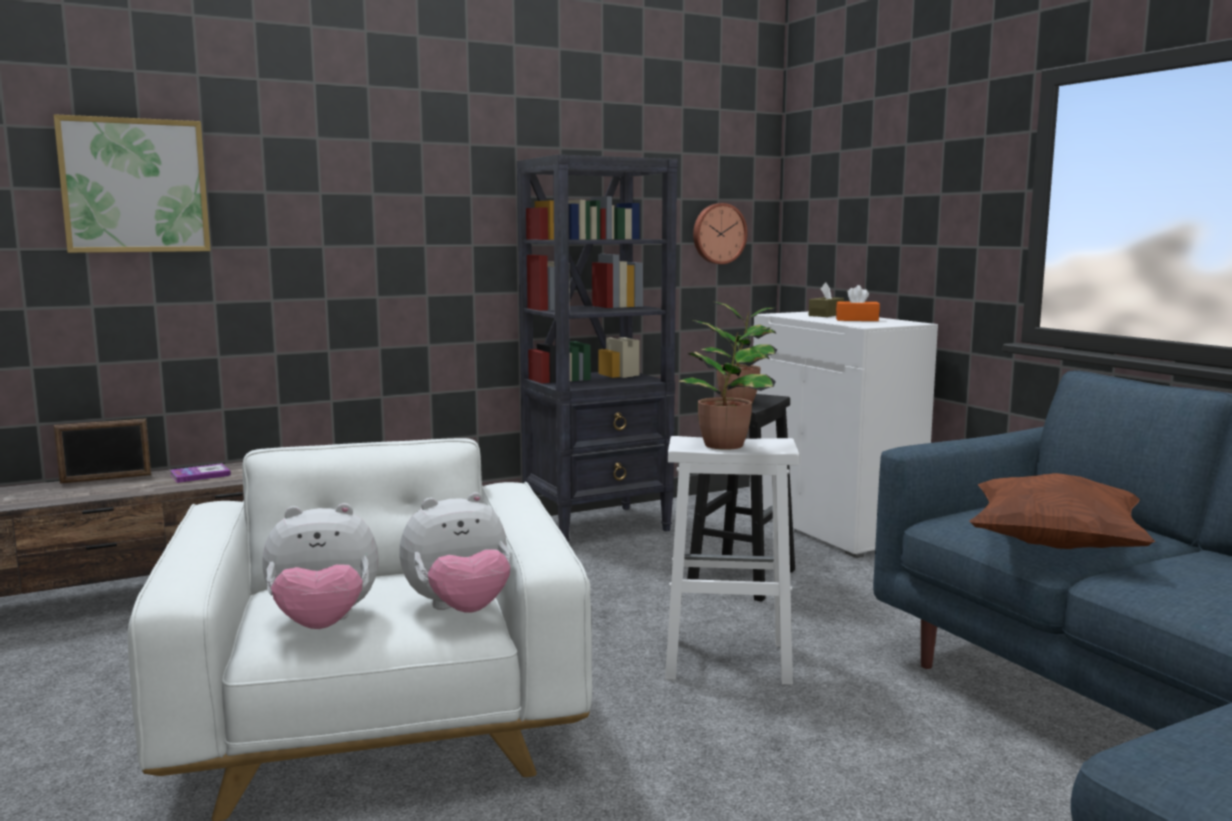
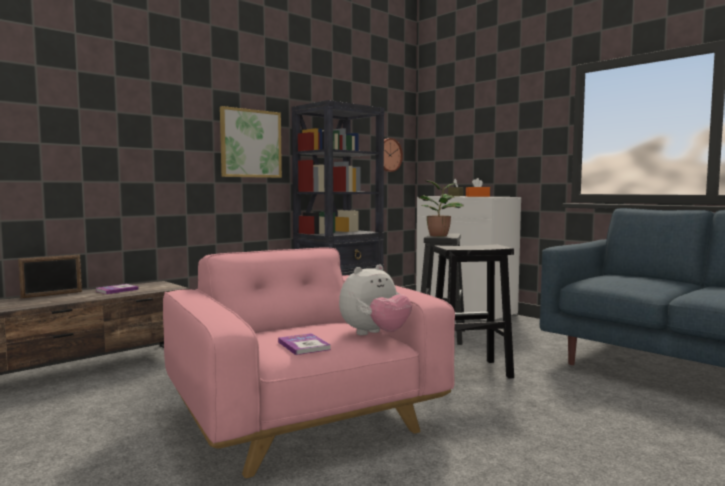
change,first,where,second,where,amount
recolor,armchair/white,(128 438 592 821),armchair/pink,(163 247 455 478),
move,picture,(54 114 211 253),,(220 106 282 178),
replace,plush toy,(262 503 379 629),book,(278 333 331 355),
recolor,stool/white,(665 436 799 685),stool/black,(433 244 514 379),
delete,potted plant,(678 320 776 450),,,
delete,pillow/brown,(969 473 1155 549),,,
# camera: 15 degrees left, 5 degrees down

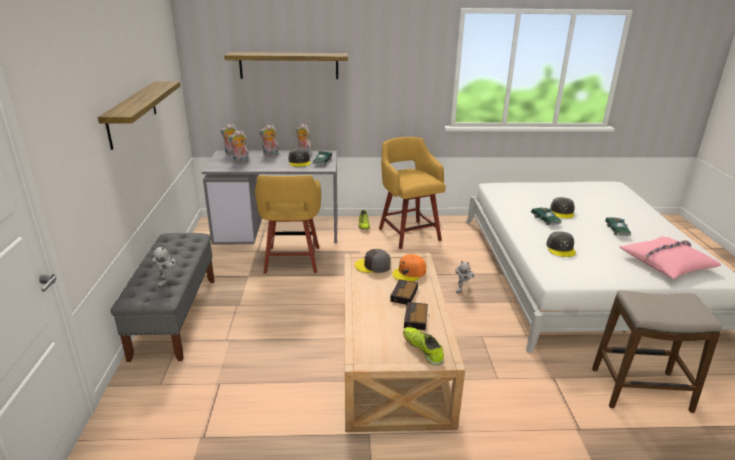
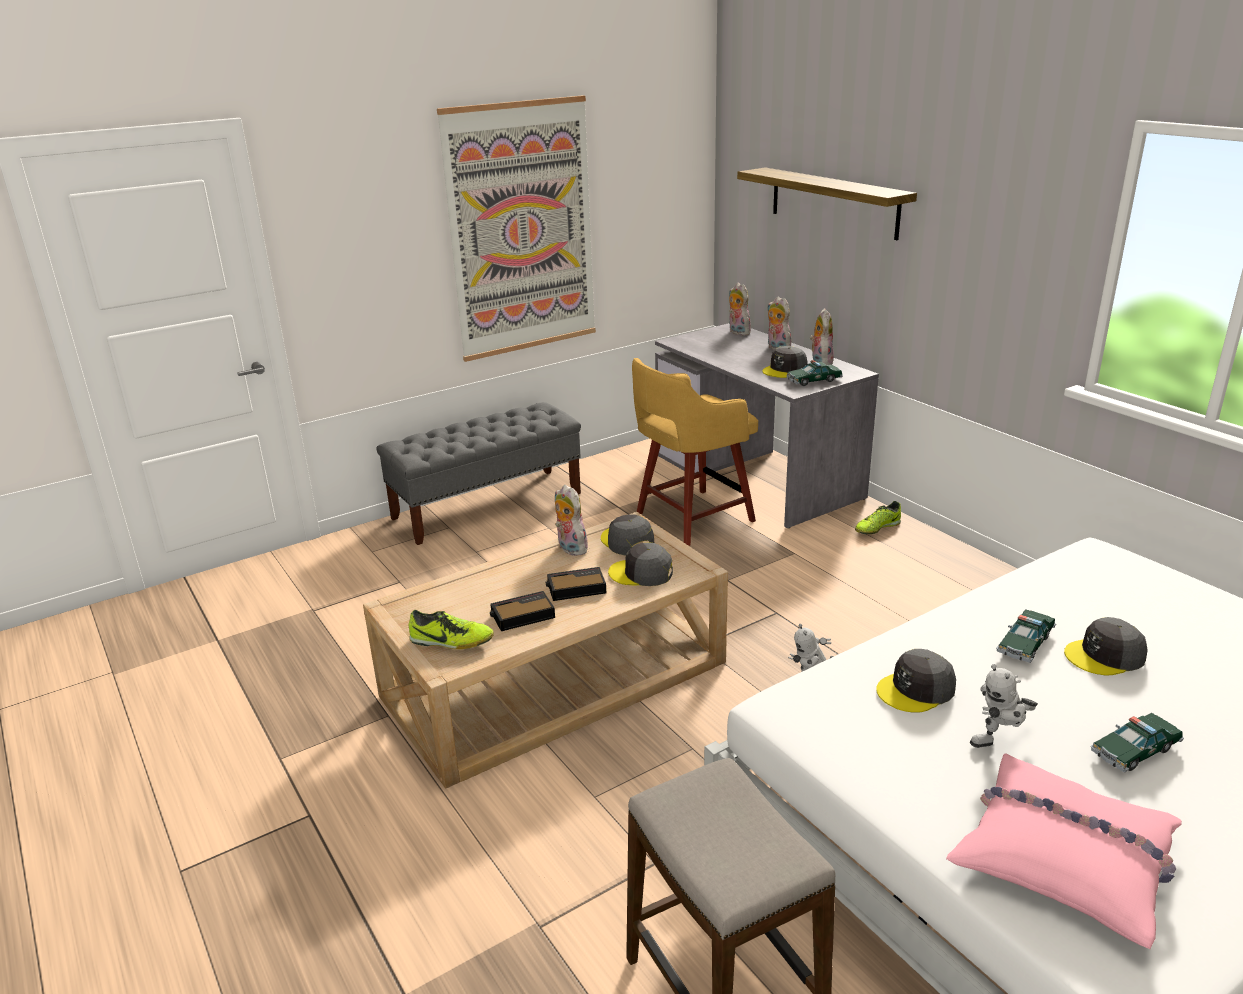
change,first,where,second,where,amount
rotate,shoe,(403 327 444 365),,(409 610 494 649),75 degrees clockwise
replace,shelf,(98 81 180 150),picture,(437 95 596 362),
move,plush toy,(228 130 250 163),,(555 485 588 556),
recolor,cap/orange,(392 254 426 282),cap/grey,(608 542 673 586),
move,toy robot,(152 247 176 287),,(970 664 1038 748),
delete,stool/yellow,(379 137 446 249),,,
# camera: 60 degrees right, 0 degrees up

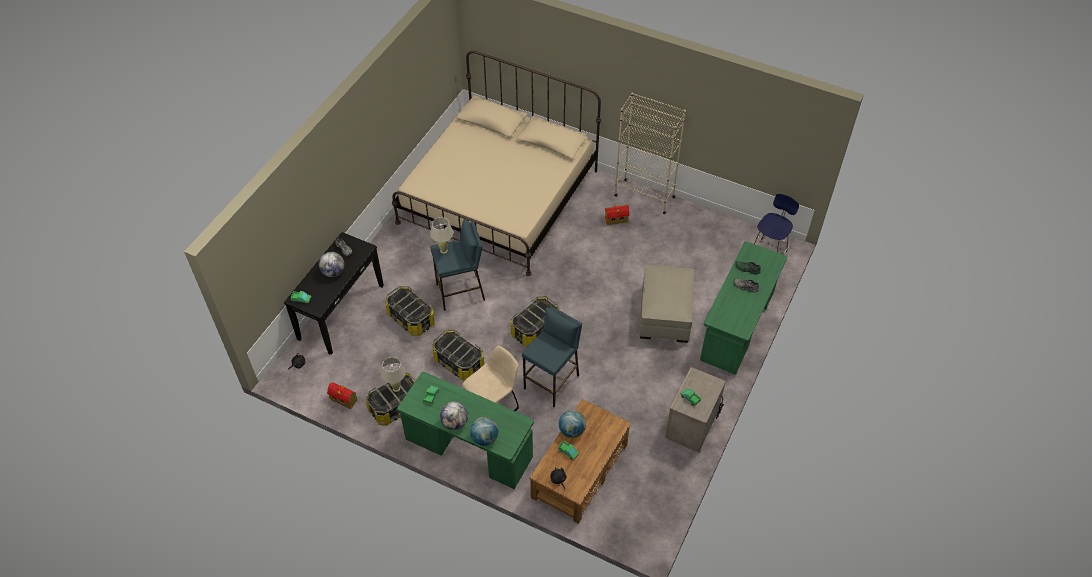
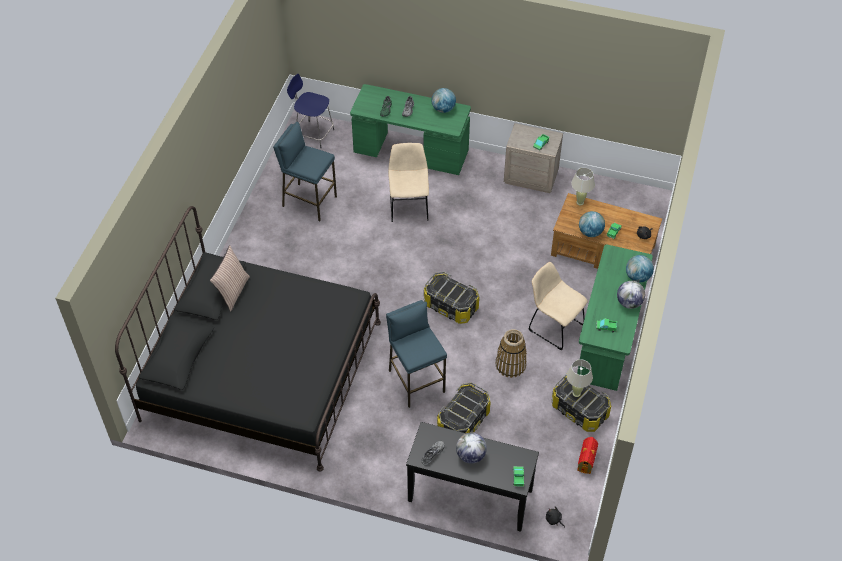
change,first,where,second,where,amount
recolor,bed/beige,(392 51 602 276),bed/black,(115 206 381 472),
insert,,,pillow,(210 245 250 312),
move,stool/blue,(522 306 582 407),,(273 122 337 221),
replace,ottoman/beige,(639 265 694 343),chair/beige,(388 143 429 222),
insert,,,globe,(431 88 456 113),
replace,storage box,(433 329 484 381),basket,(496 329 527 378),
move,table lamp/beige,(430 217 453 254),,(571 167 595 205),
delete,toy house,(605 205 629 225),,,
delete,bookcase/beige,(614 92 686 214),,,
# camera: 100 degrees left, 0 degrees up

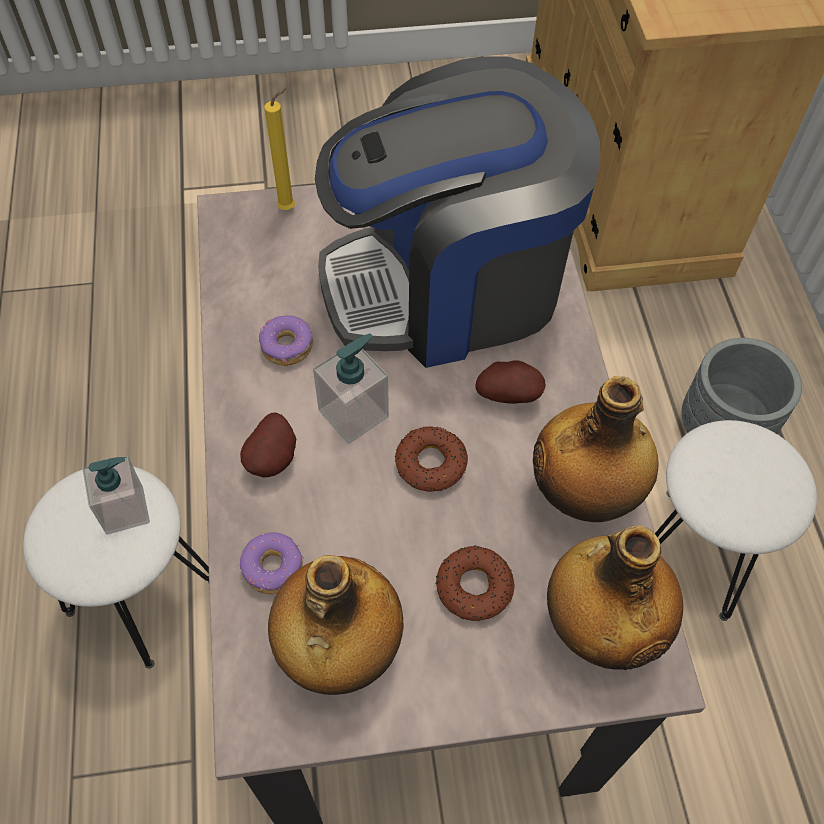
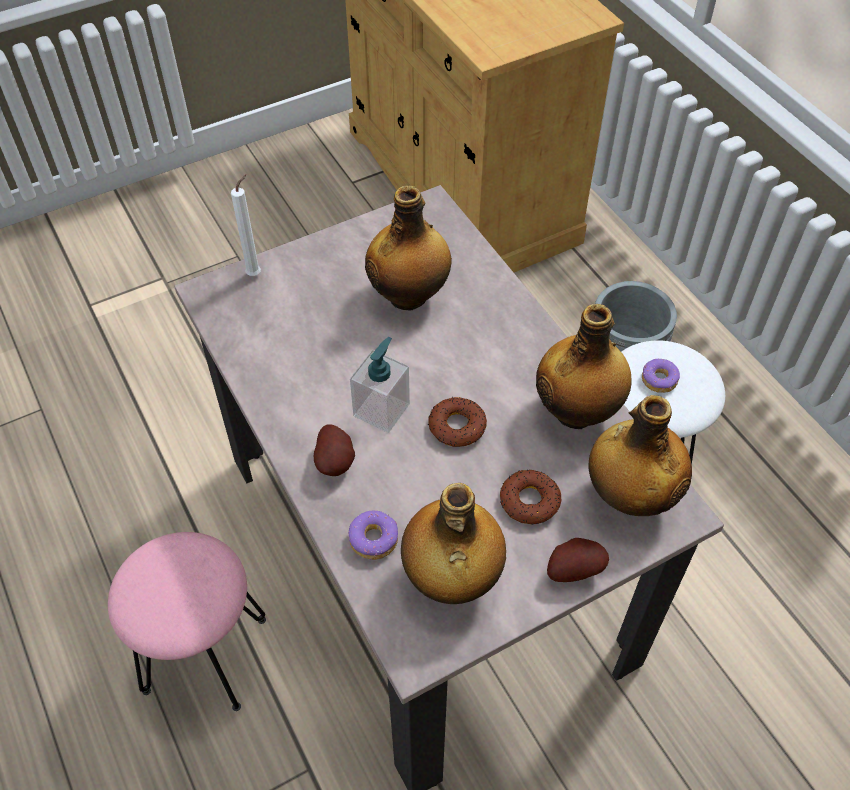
change,first,where,second,where,amount
recolor,stool/white,(23 466 209 669),stool/pink,(108 532 266 711),
recolor,candle/yellow,(264 88 295 210),candle/white,(231 174 261 276),
replace,coffee machine,(315 56 600 368),bottle,(365 186 452 310),
move,potato,(475 360 546 404),,(547 538 609 582),
move,donut,(258 315 313 366),,(642 359 680 393),
delete,soap dispenser,(83 456 150 535),,,
# camera: 20 degrees left, 5 degrees down

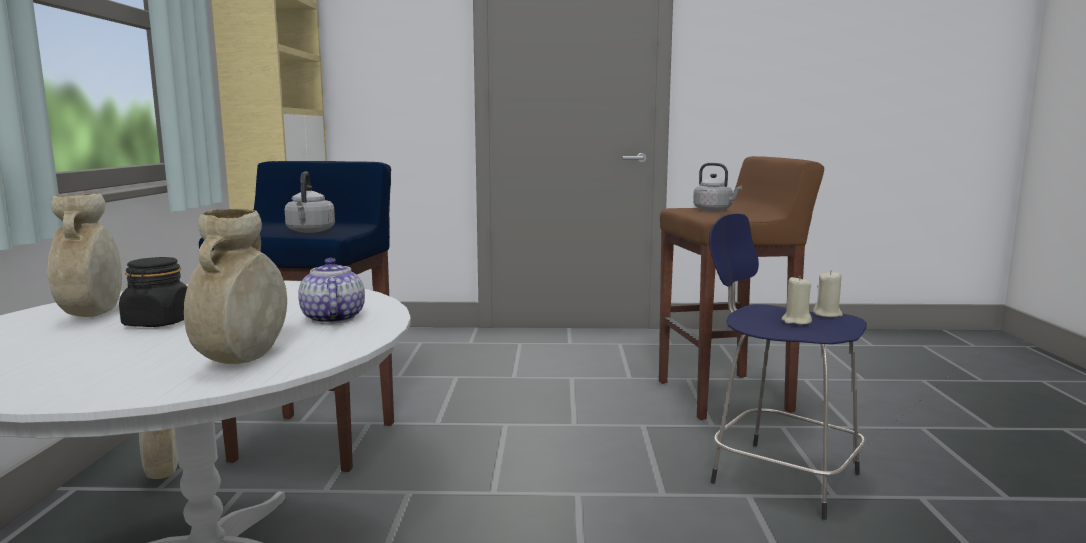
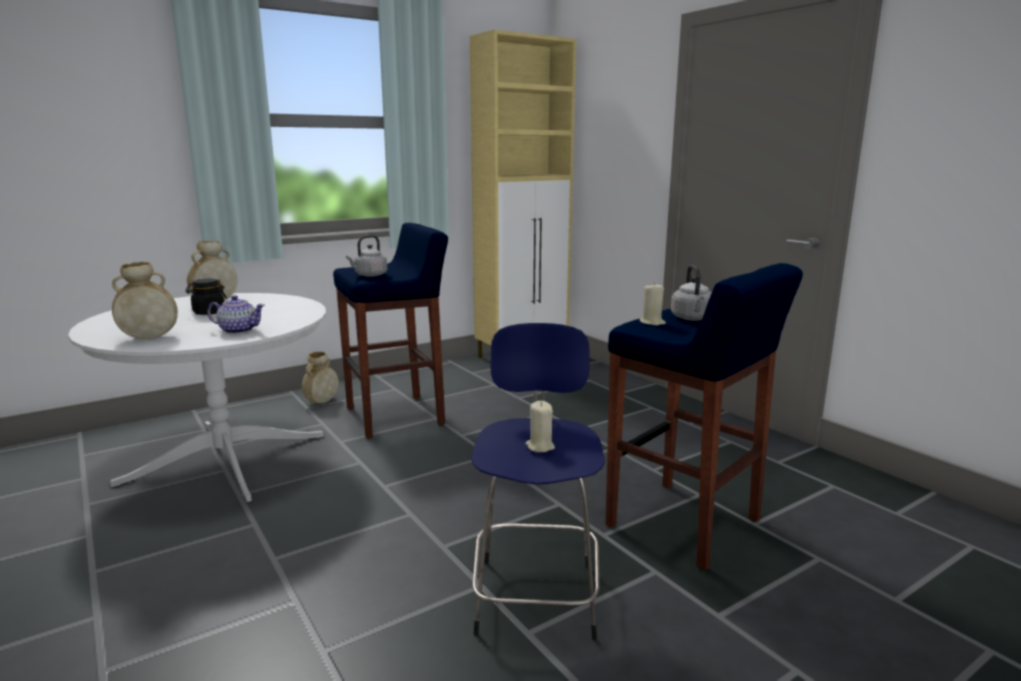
change,first,where,second,where,amount
rotate,teapot,(298 258 365 324),,(207 295 265 334),60 degrees clockwise
recolor,stool/brown,(659 156 824 420),stool/blue,(605 263 803 571),
move,candle/beige,(813 270 843 317),,(640 282 666 326),
# camera: 55 degrees right, 5 degrees up

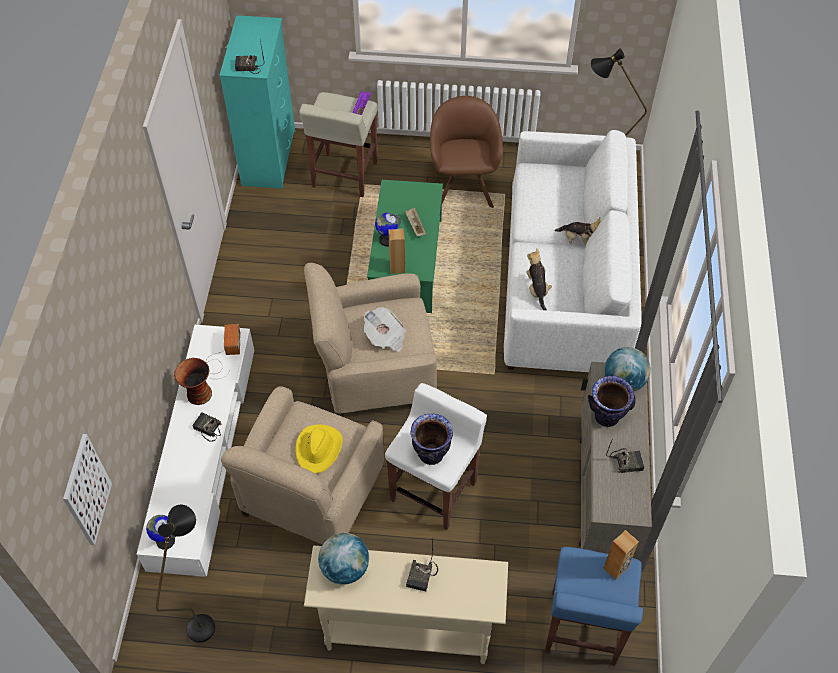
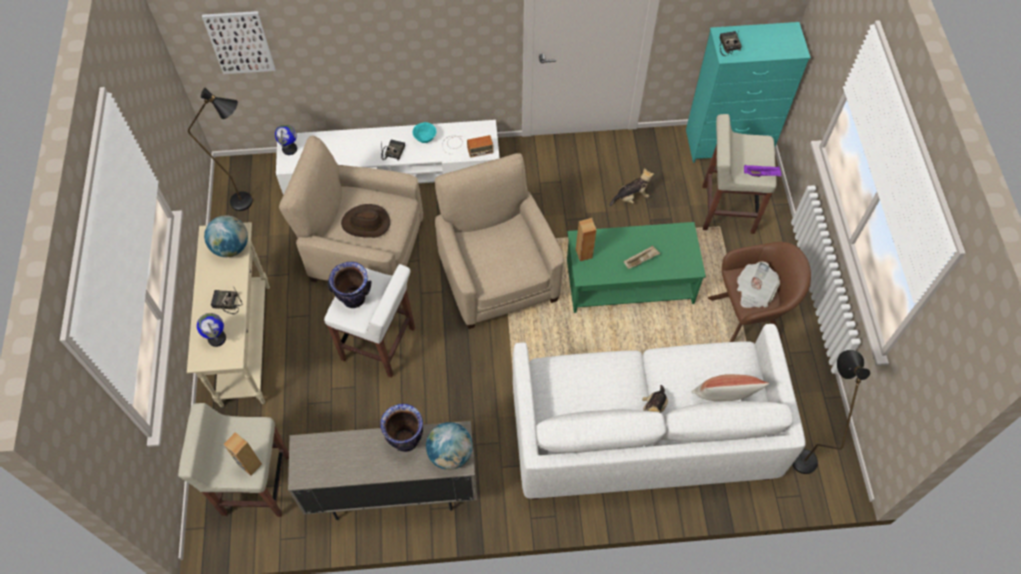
change,first,where,second,where,amount
recolor,stool/blue,(545 547 643 666),stool/beige,(178 403 289 517),
move,globe,(375 213 401 246),,(197 313 226 347),
recolor,hat/yellow,(295 425 343 474),hat/brown,(341 204 390 238),
replace,vase,(174 358 212 405),bowl/turquoise,(413 122 437 143),
move,plush toy,(526 248 552 310),,(610 168 654 206),
insert,,,pillow,(692 374 769 401),
move,newspaper,(363 307 406 352),,(737 261 780 308),
delete,radio,(606 438 644 473),,,
# camera: 80 degrees right, 5 degrees up

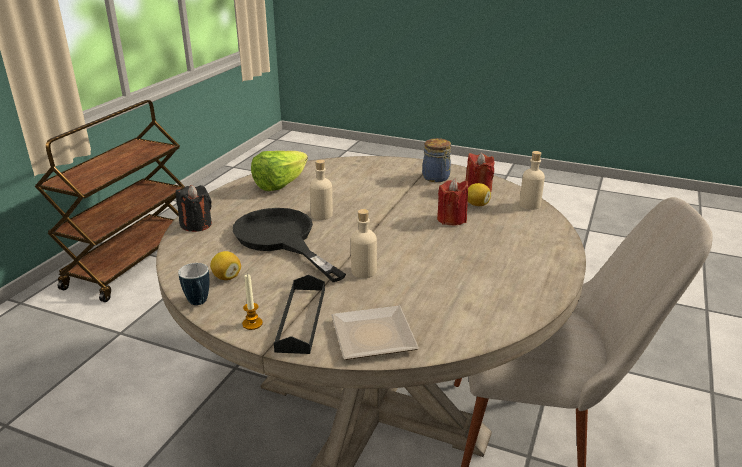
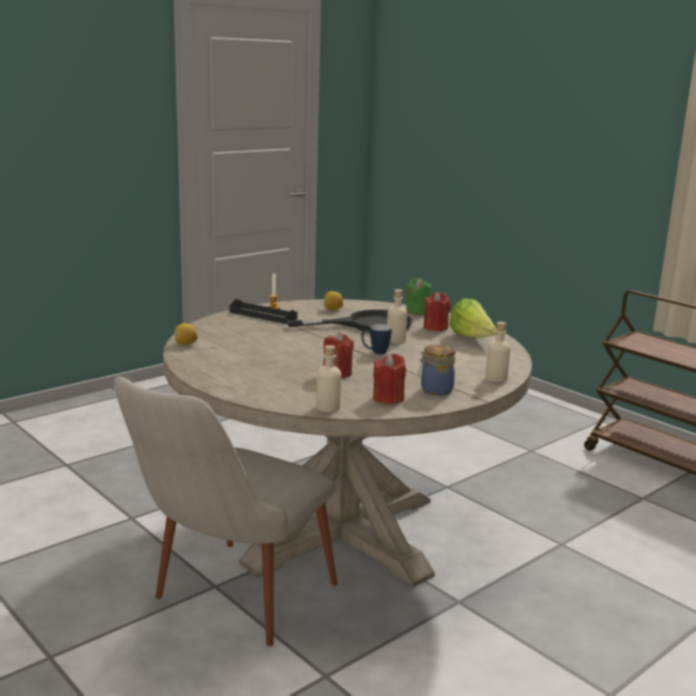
change,first,where,second,where,amount
move,lemon,(468 183 491 206),,(174 323 198 345),
move,mug,(178 263 209 305),,(361 324 392 354),
recolor,candle/black,(176 185 212 232),candle/green,(406 278 431 315),
insert,,,candle/red,(424 292 450 331),
move,bottle/beige,(351 209 377 278),,(485 322 510 382),
delete,plate,(331 306 419 360),,,
# camera: 115 degrees right, 10 degrees down

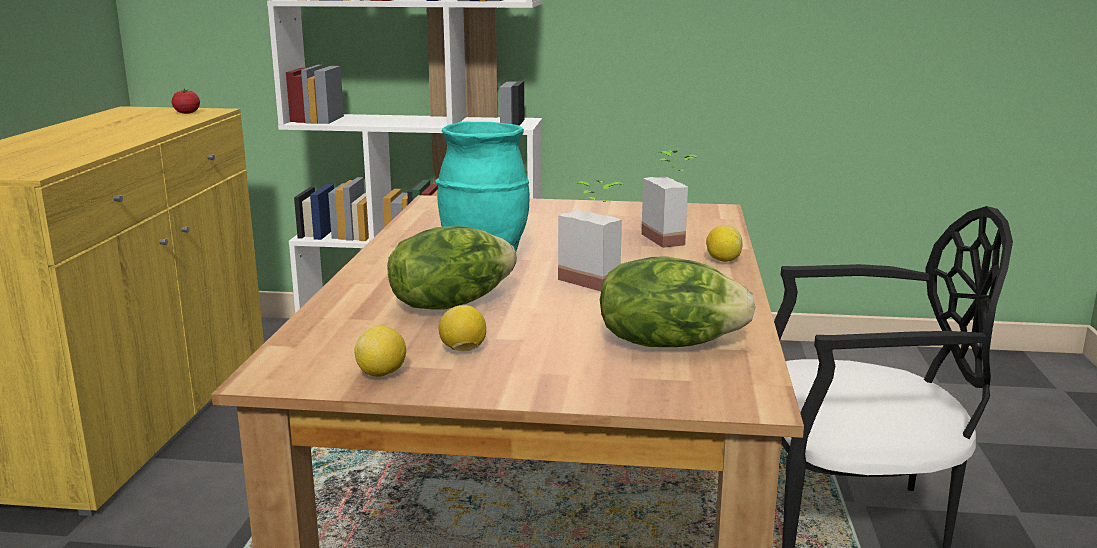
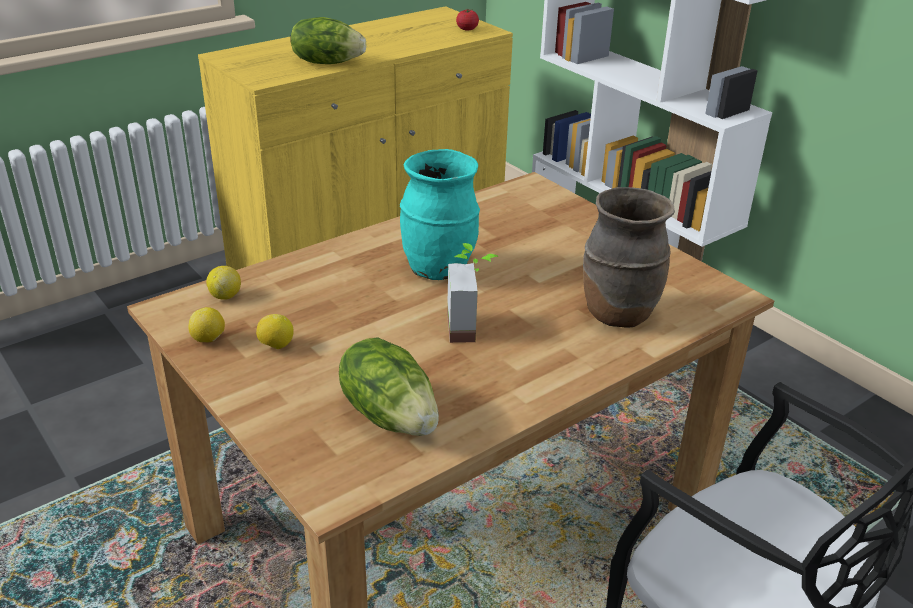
change,first,where,second,where,amount
move,lemon,(706 225 743 262),,(206 266 241 300),
move,lettuce,(387 226 517 310),,(290 17 367 64),
replace,potted plant,(641 150 696 248),vase/brown,(583 187 675 328),
# camera: 45 degrees right, 15 degrees up

